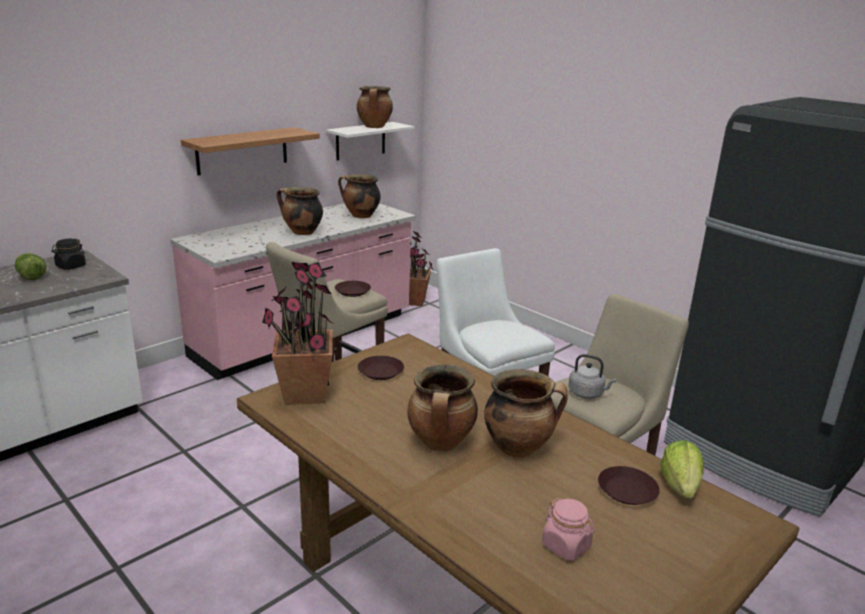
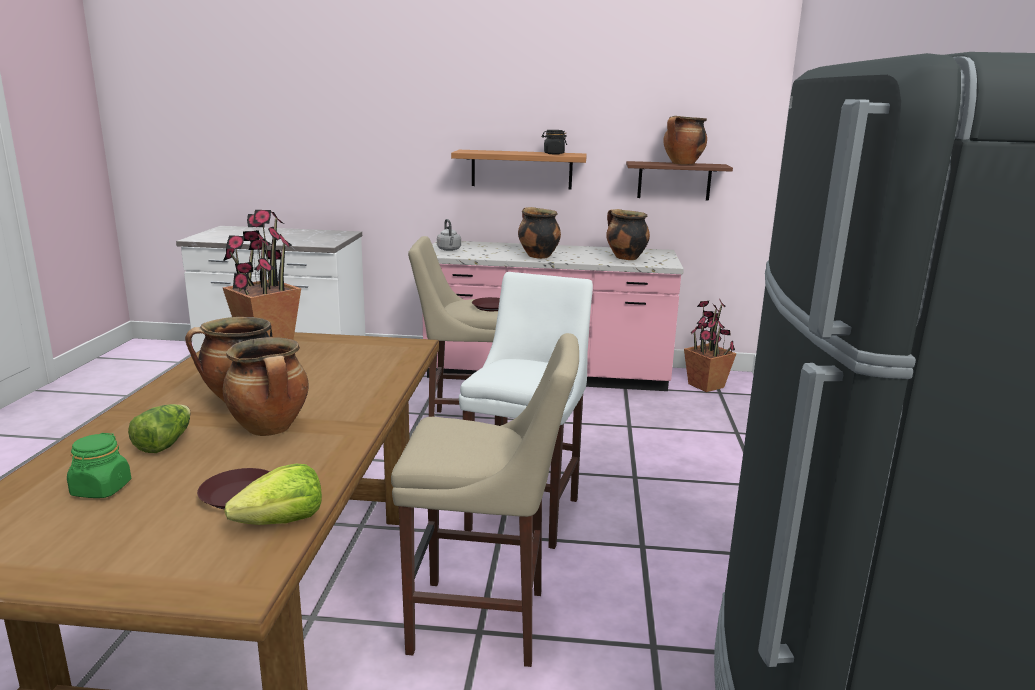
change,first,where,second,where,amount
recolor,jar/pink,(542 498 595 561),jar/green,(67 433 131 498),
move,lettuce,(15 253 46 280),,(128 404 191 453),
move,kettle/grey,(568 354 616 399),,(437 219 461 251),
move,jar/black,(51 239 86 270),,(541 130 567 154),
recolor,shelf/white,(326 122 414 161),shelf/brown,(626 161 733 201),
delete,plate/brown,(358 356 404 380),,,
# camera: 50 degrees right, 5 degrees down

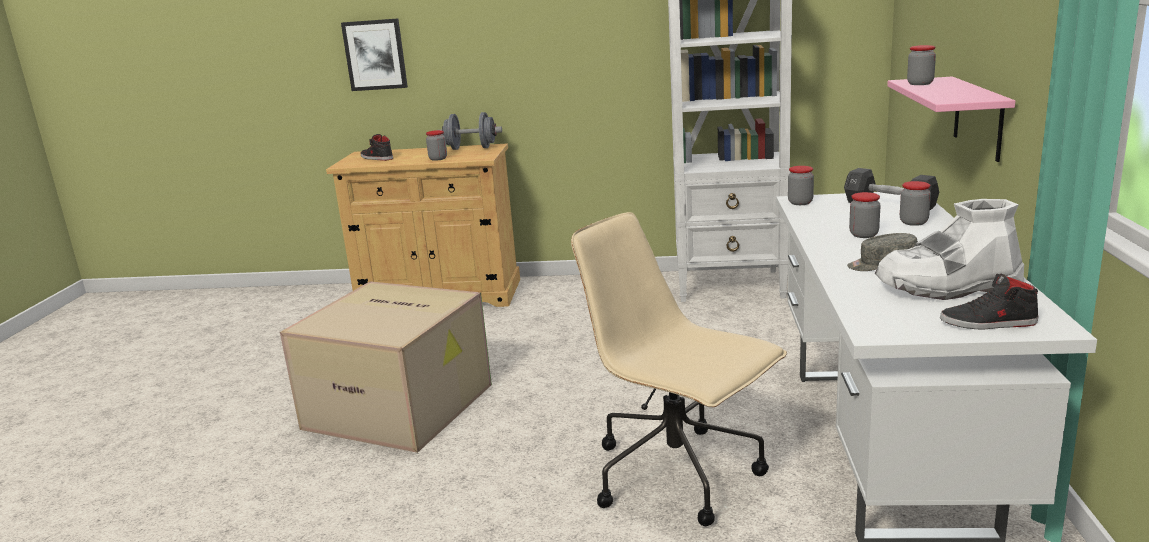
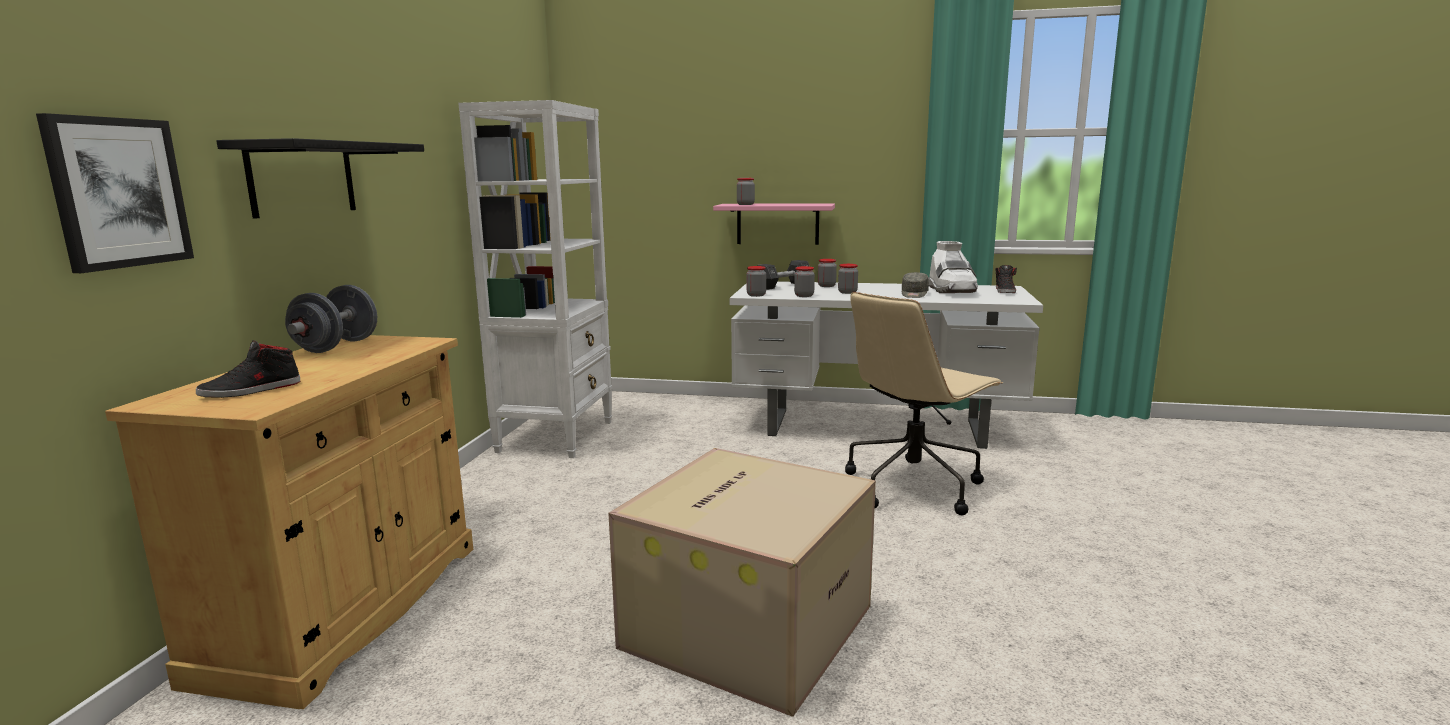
change,first,where,second,where,amount
insert,,,shelf/black,(217 138 424 219),
move,jar,(426 130 447 161),,(794 266 815 297),
# camera: 85 degrees left, 5 degrees down

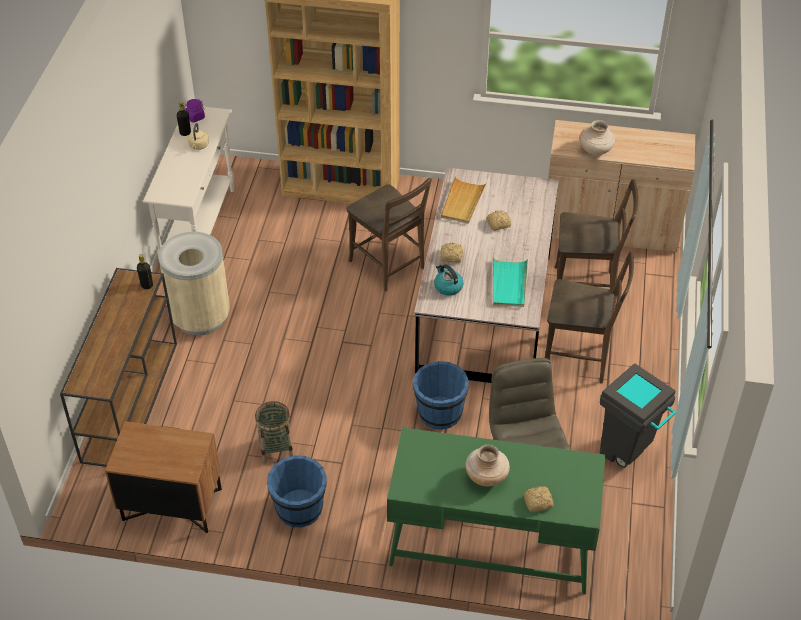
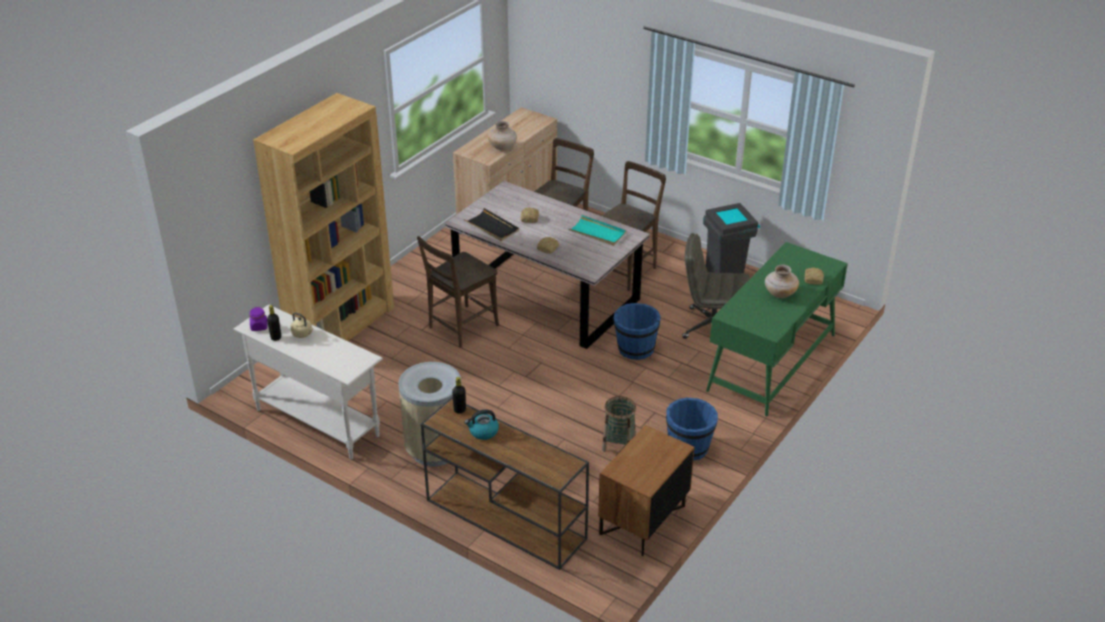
change,first,where,second,where,amount
rotate,chair/brown,(347 178 432 291),,(417 236 499 348),150 degrees clockwise
recolor,tray/beige,(441 176 486 224),tray/black,(464 208 519 241),
move,kettle,(434 264 463 296),,(464 409 499 440),
# camera: 65 degrees left, 10 degrees down

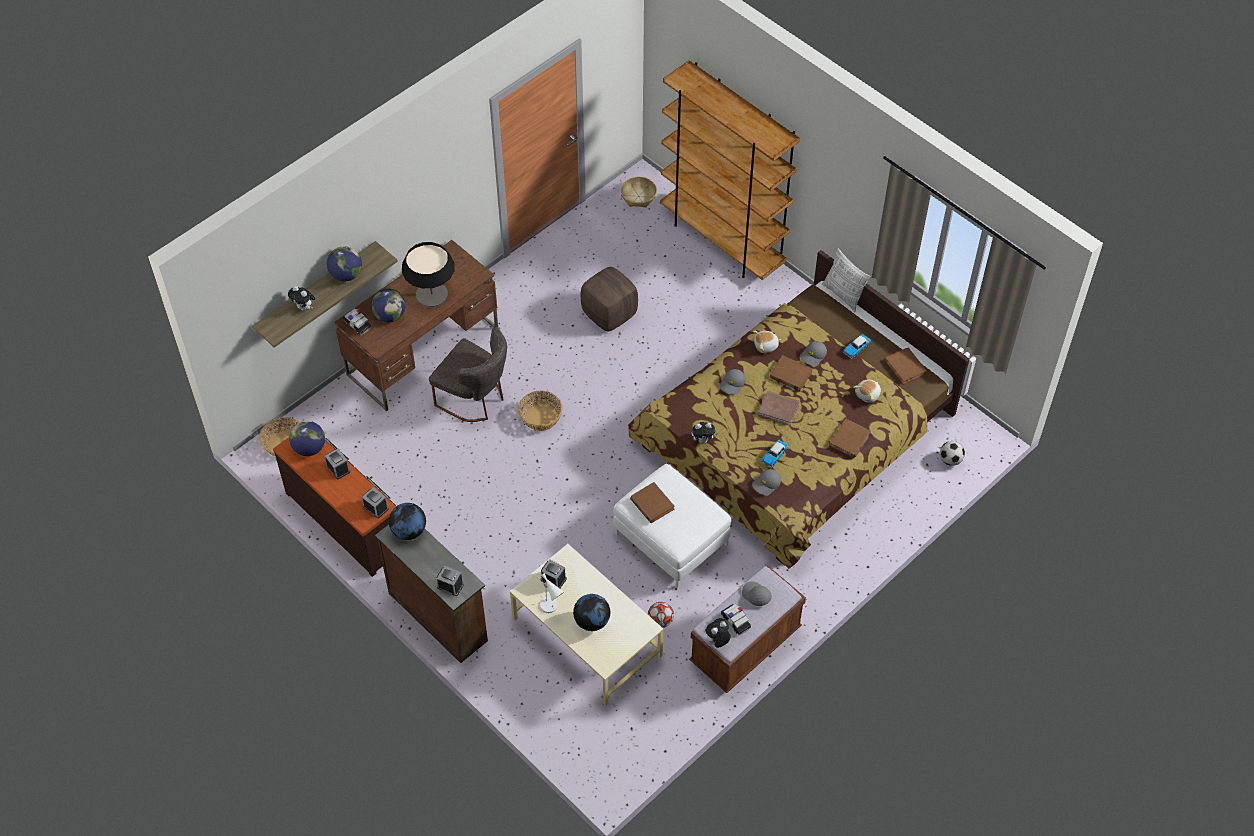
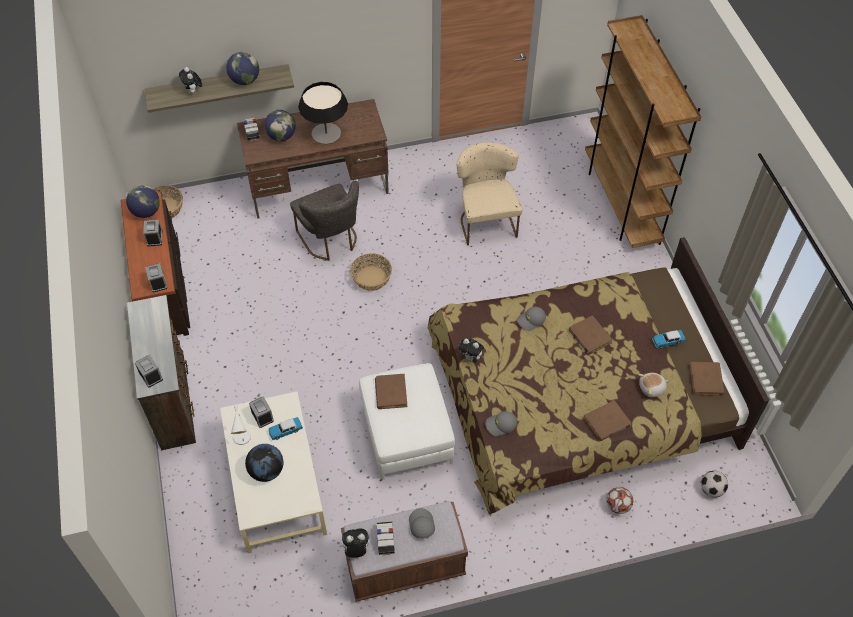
change,first,where,second,where,amount
move,toy car,(762 439 789 468),,(268 417 303 440),
replace,ottoman/brown,(581 267 638 331),chair/beige,(457 142 522 245),
move,football,(648 602 674 628),,(606 487 633 514),
delete,globe,(389 503 426 540),,,
delete,basket,(621 177 657 208),,,
delete,plush toy,(753 331 781 353),,,
delete,book/brown,(758 391 800 426),,,
delete,cap/grey,(800 341 827 366),,,
delete,pillow,(822 248 870 312),,,
# camera: 30 degrees right, 0 degrees up

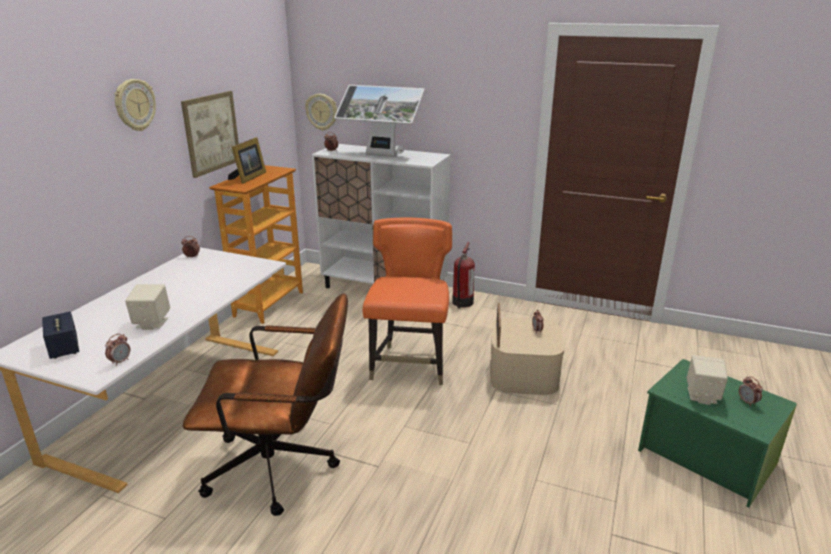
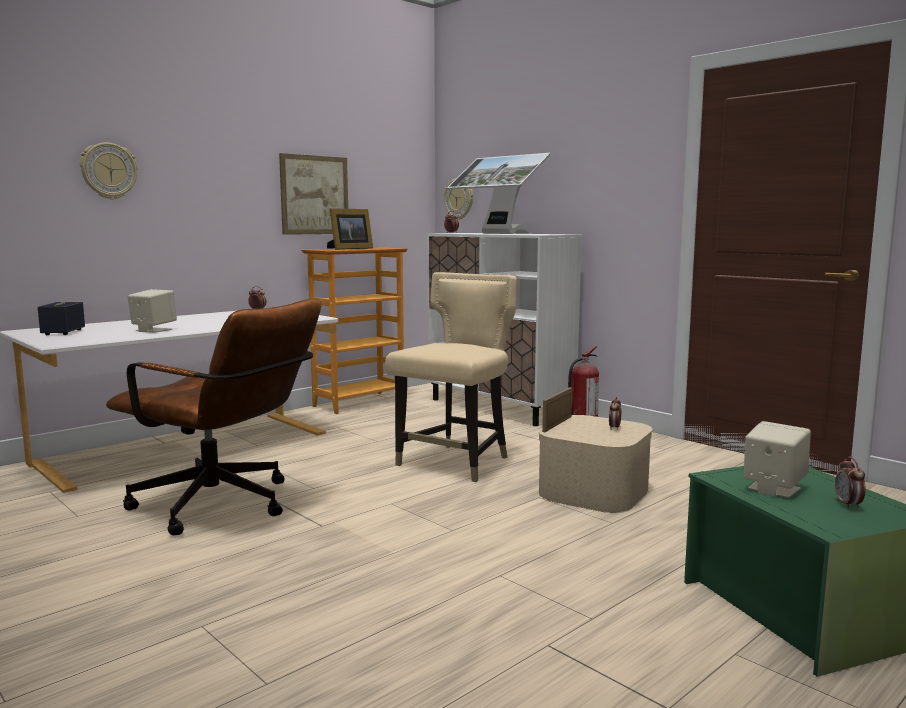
change,first,where,second,where,amount
move,wall clock,(114 79 156 131),,(80 142 138 200),
recolor,chair/orange,(363 218 452 385),chair/beige,(385 272 517 482),
delete,alarm clock,(105 334 130 366),,,
# camera: 25 degrees right, 15 degrees down

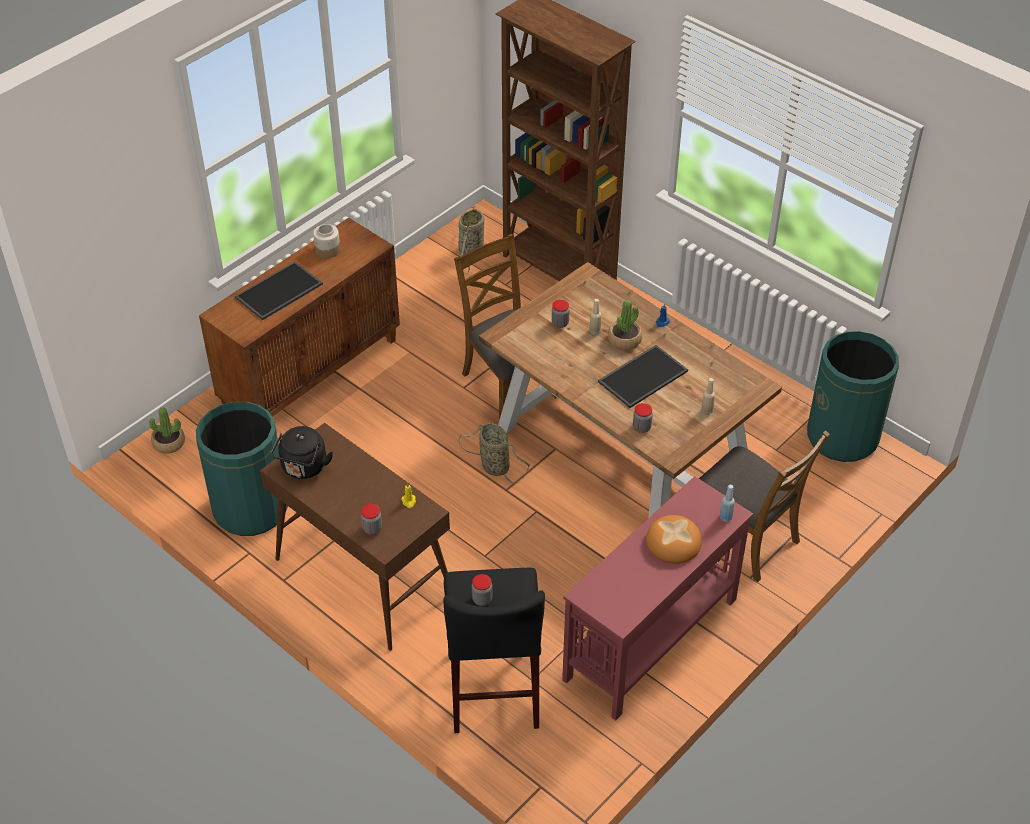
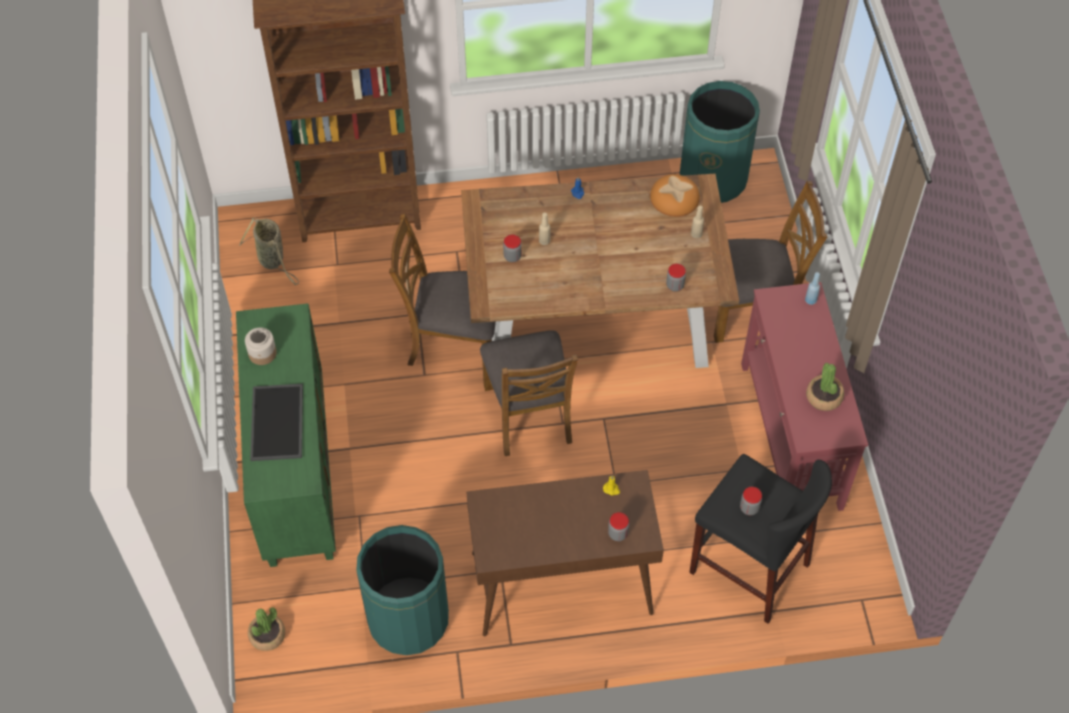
change,first,where,second,where,amount
recolor,cabinet/brown,(199 218 400 417),cabinet/green,(236 303 336 567),
replace,basket,(458 422 530 484),chair/brown,(480 330 578 456),
move,bread,(646 515 702 564),,(650 174 700 217),
move,potted plant,(608 300 642 350),,(806 363 844 411),
delete,kettle/black,(271 426 333 479),,,
delete,tray,(598 345 688 408),,,
# camera: 50 degrees left, 10 degrees up

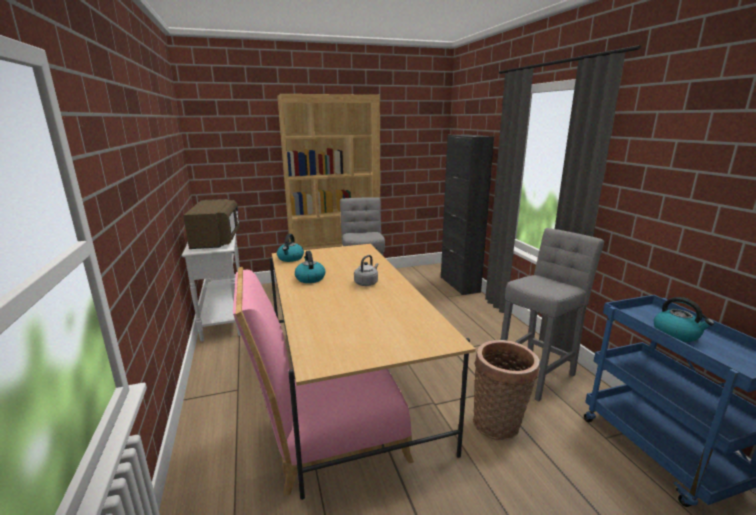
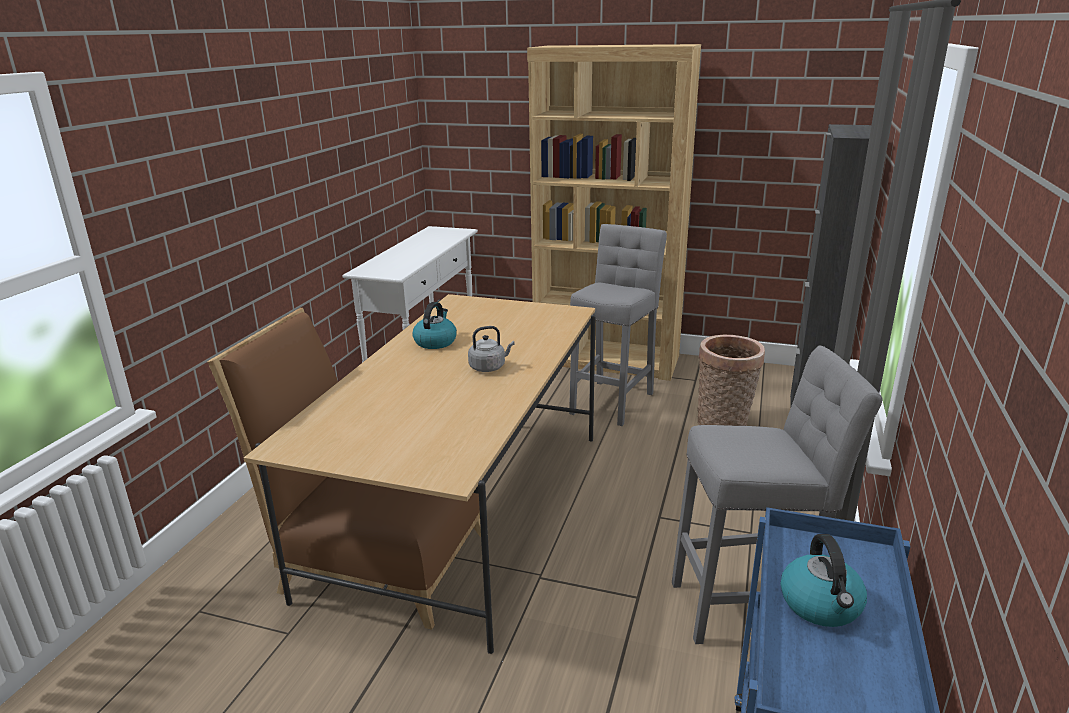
change,first,where,second,where,amount
recolor,chair/pink,(233 267 414 496),chair/brown,(208 308 481 630),
move,basket,(473 340 540 440),,(698 335 765 426),
delete,microwave/brown,(183 199 240 249),,,
delete,kettle,(277 234 304 262),,,
# camera: 35 degrees right, 5 degrees up

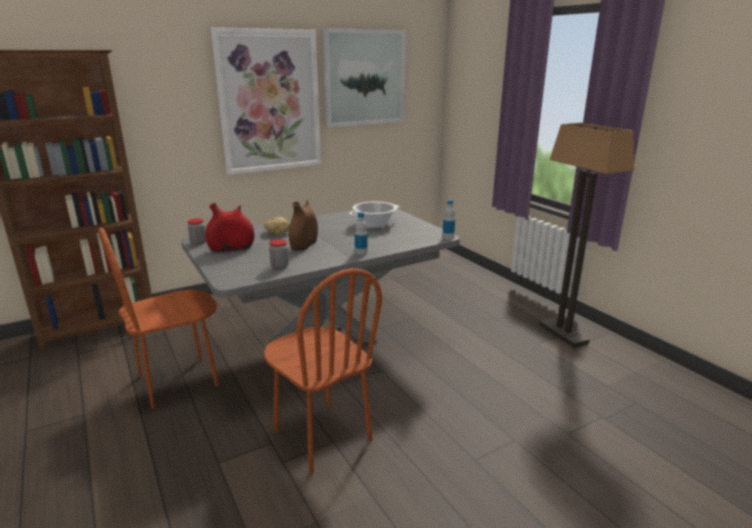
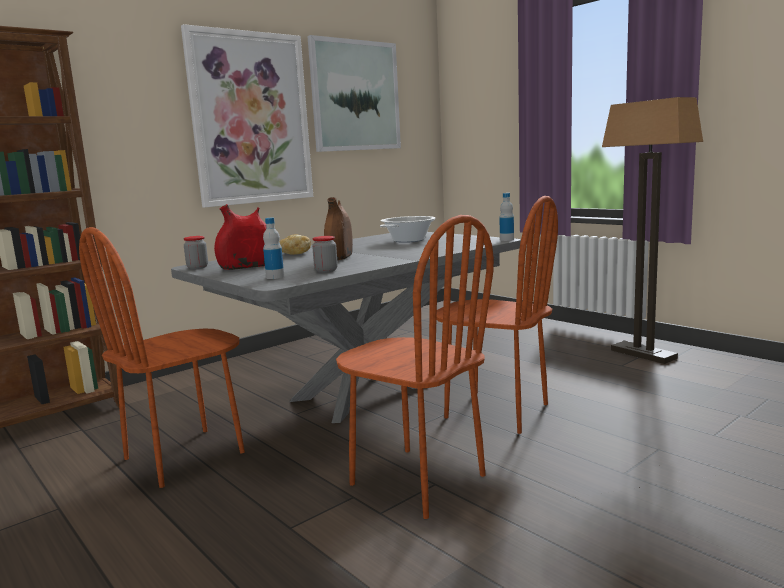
change,first,where,second,where,amount
move,bottle,(355 212 367 255),,(263 218 284 279),
insert,,,chair/brown,(436 196 558 434),
# camera: 10 degrees left, 10 degrees down

